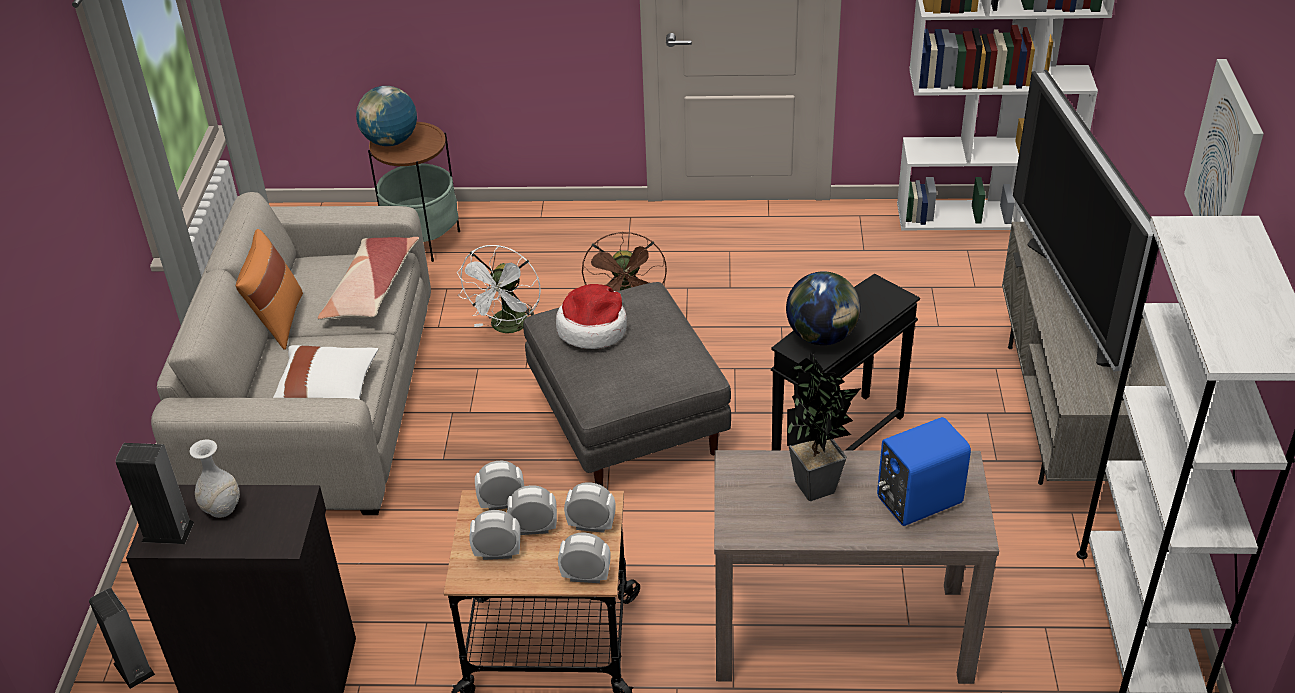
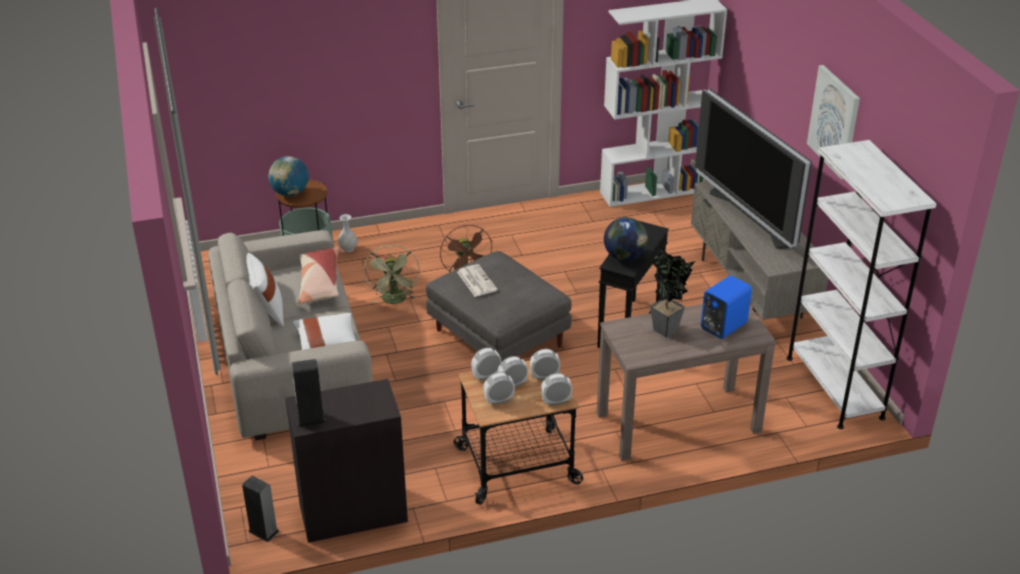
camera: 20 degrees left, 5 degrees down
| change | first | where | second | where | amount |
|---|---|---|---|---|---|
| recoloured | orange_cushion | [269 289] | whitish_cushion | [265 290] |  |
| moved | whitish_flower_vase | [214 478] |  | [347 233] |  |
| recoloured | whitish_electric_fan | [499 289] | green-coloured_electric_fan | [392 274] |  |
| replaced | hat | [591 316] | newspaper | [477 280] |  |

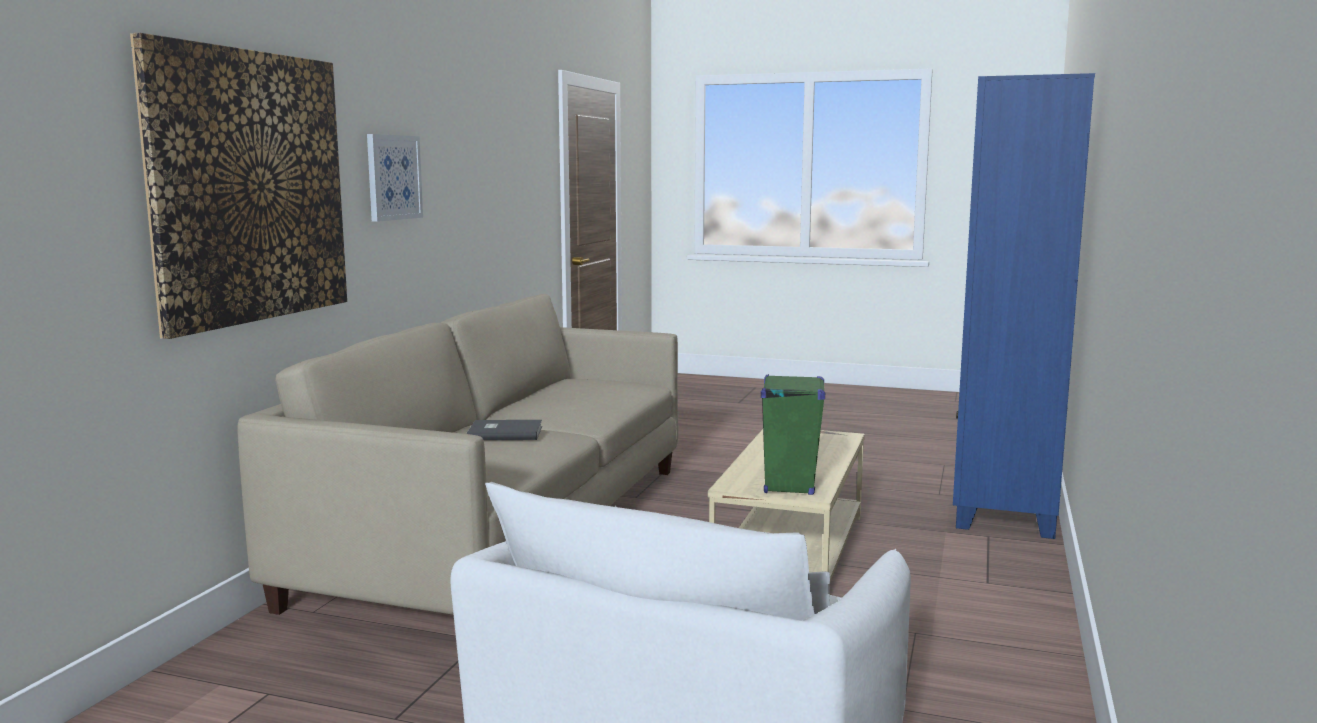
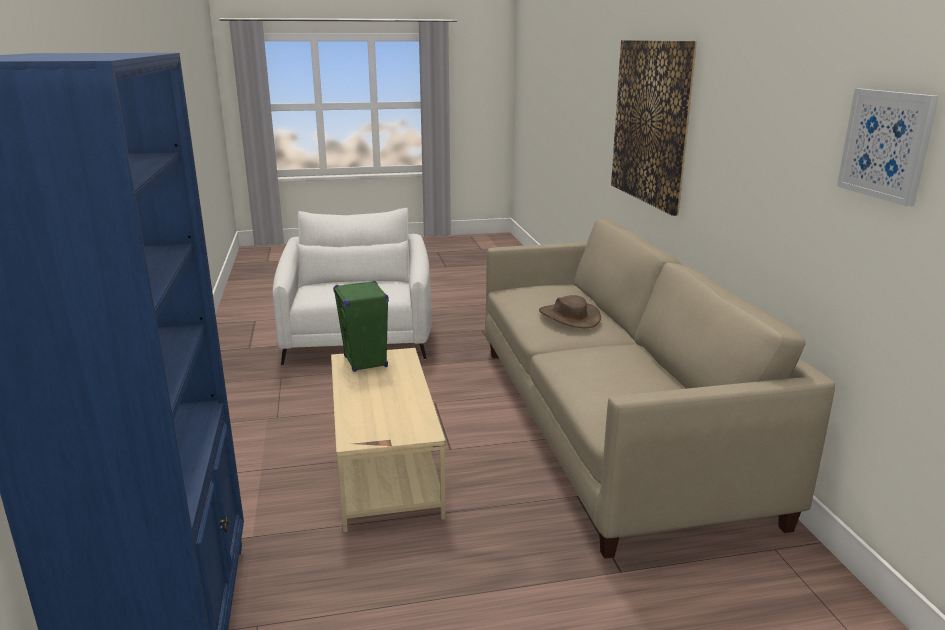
camera: 150 degrees right, 10 degrees up
| change | first | where | second | where | amount |
|---|---|---|---|---|---|
| replaced | gray_bound_book | [504 430] | brownish_hat | [570 311] |  |
| moved | wall_art | [395 178] |  | [888 148] |  |

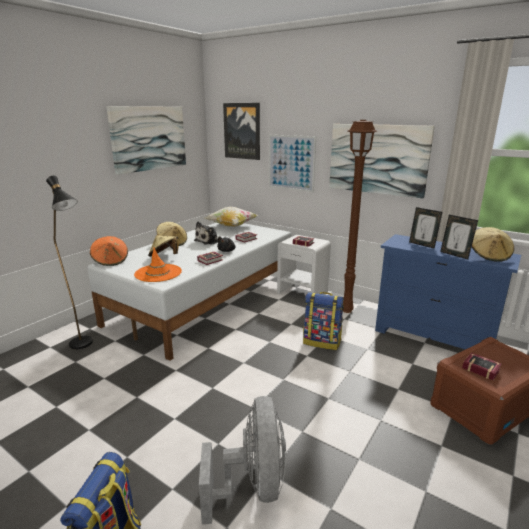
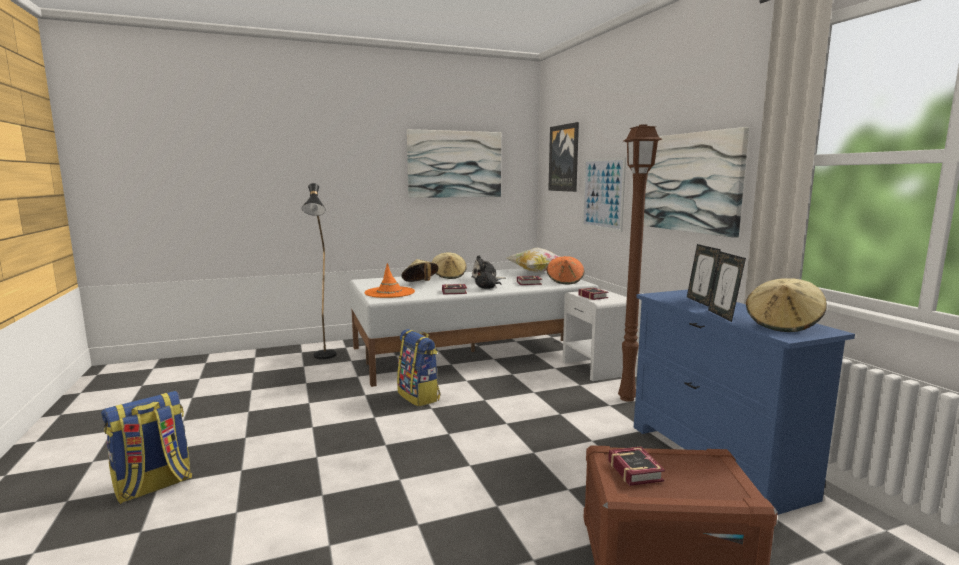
camera: 35 degrees right, 10 degrees down
| change | first | where | second | where | amount |
|---|---|---|---|---|---|
| moved | backpack | [323 321] |  | [419 368] |  |
| moved | orange_hat | [109 251] |  | [565 270] |  |
| removed | gray_electric_fan | [242 460] |  |  |  |

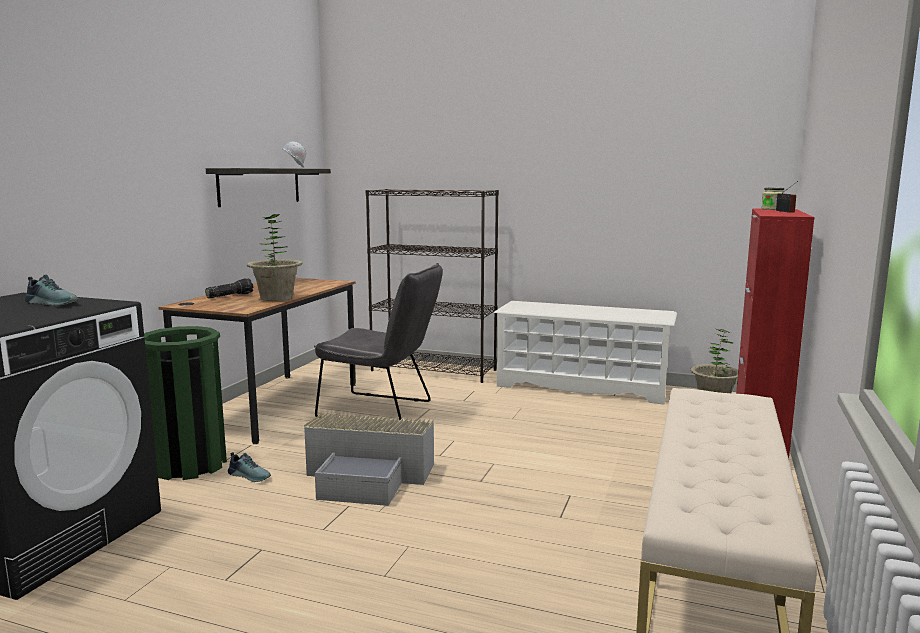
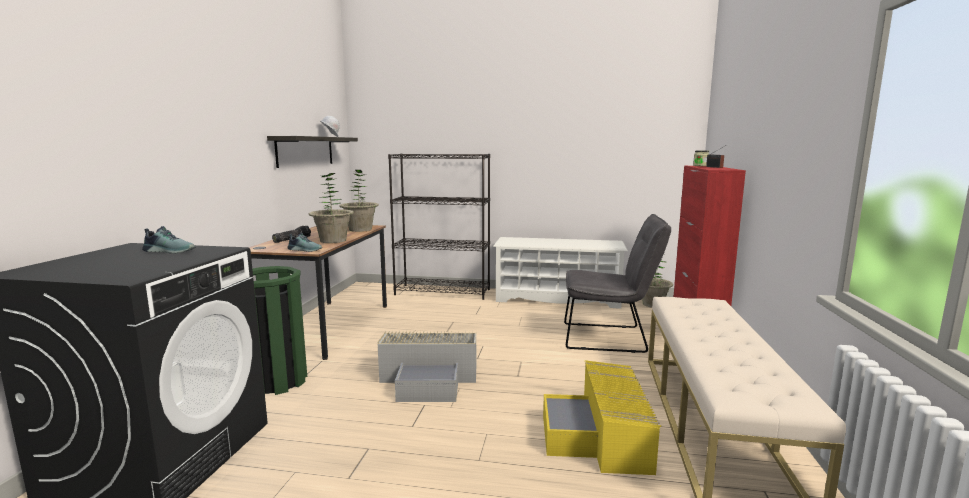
camera: 10 degrees left, 0 degrees up
| change | first | where | second | where | amount |
|---|---|---|---|---|---|
| moved | low_shoe | [249 467] |  | [304 242] |  |
| added |  |  | houseplant | [359 201] |  |
| added |  |  | yellow_storage_container | [602 417] |  |
| moved | gray_plain_chair | [378 341] |  | [617 283] |  |

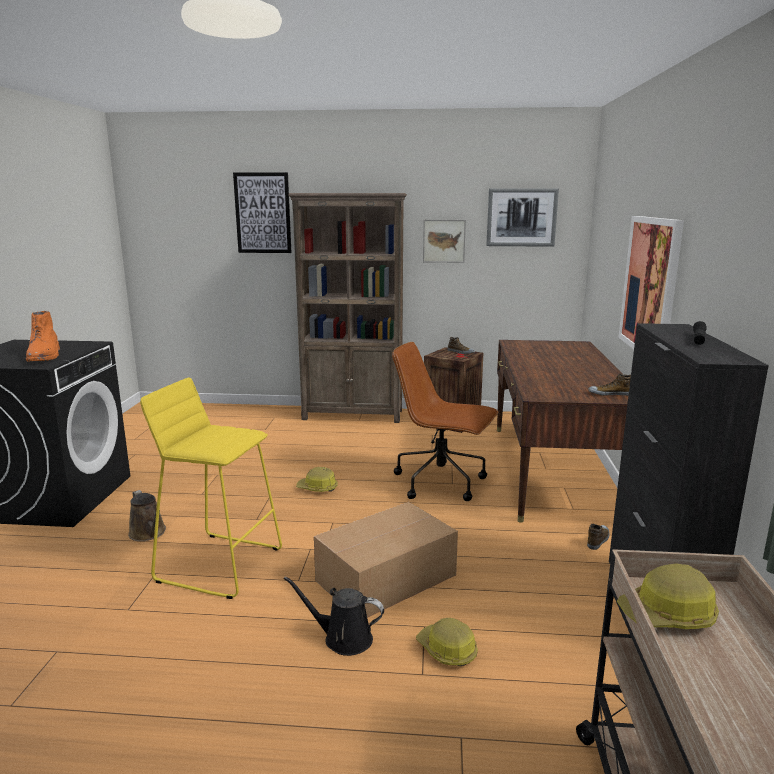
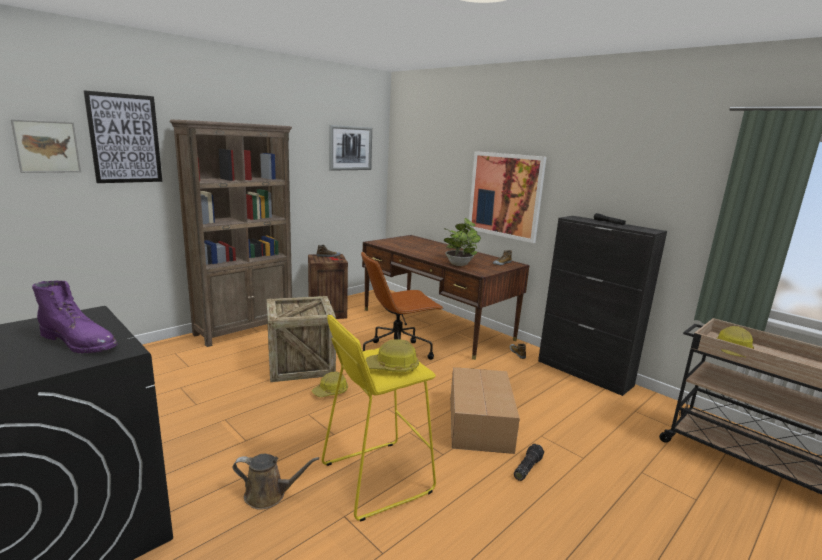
camera: 50 degrees left, 0 degrees up
| change | first | where | second | where | amount |
|---|---|---|---|---|---|
| moved | wall_art | [444 241] |  | [46 146] |  |
| recoloured | orange_high-top_boot | [43 336] | purplish_high-top_boot | [75 317] |  |
| added |  |  | packing_crate | [301 339] |  |
| moved | safety_helmet | [447 642] |  | [392 355] |  |
| added |  |  | houseplant | [462 242] |  |
| replaced | blackish_watering_can | [334 616] | torch | [529 462] |  |

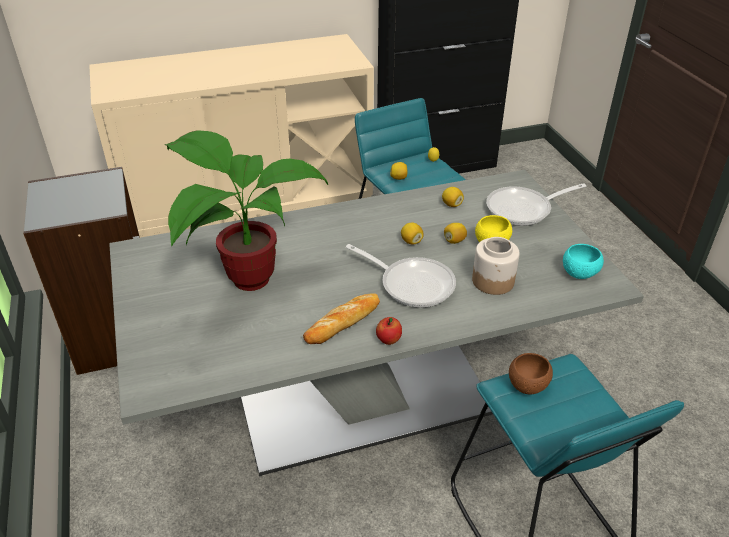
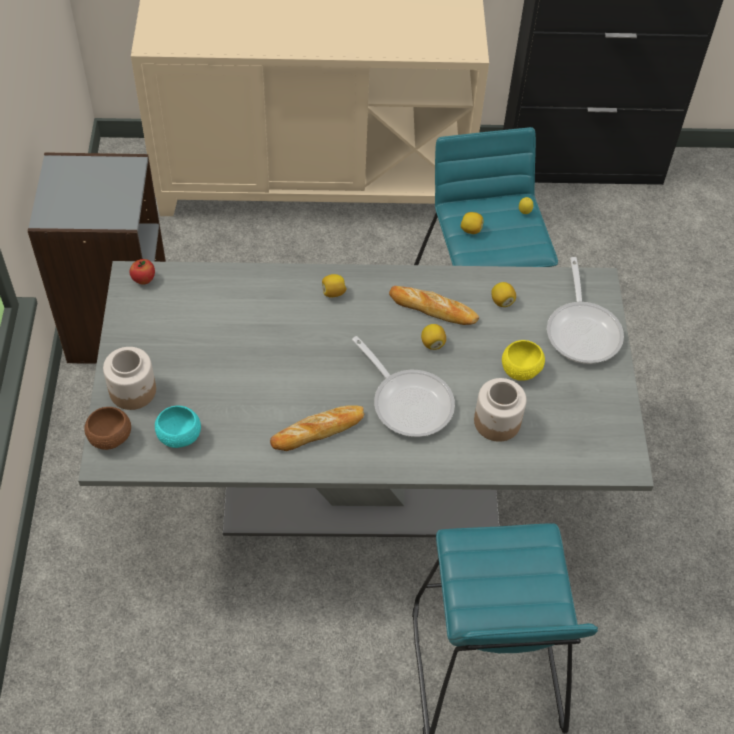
camera: 15 degrees right, 15 degrees up
| change | first | where | second | where | amount |
|---|---|---|---|---|---|
| moved | brownish_deep_dish | [531 373] |  | [107 428] |  |
| added |  |  | preserve_jar | [129 378] |  |
| moved | apple | [389 331] |  | [142 272] |  |
| moved | turquoise-coloured_deep_dish | [583 261] |  | [178 427] |  |
| moved | lemon | [455 233] |  | [334 285] |  |
| added |  |  | baked_bread | [434 305] |  |
| turned | skillet | [536 204] |  | [585 310] | 90 degrees counterclockwise |
| removed | houseplant | [246 210] |  |  |  |

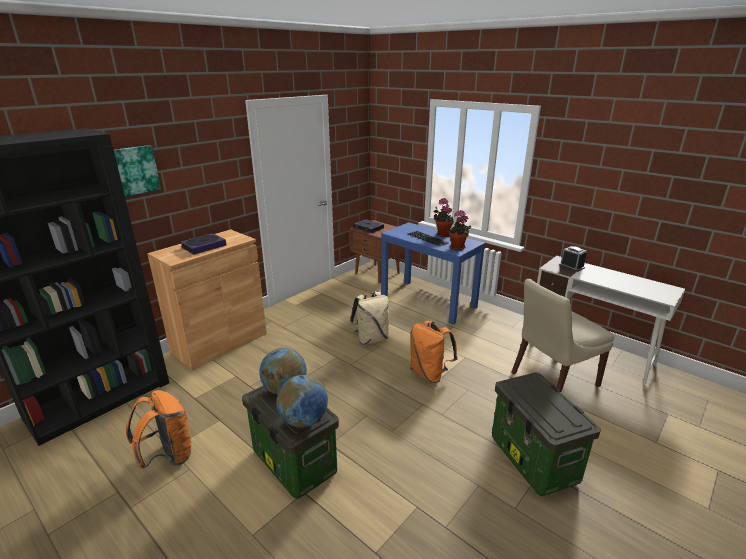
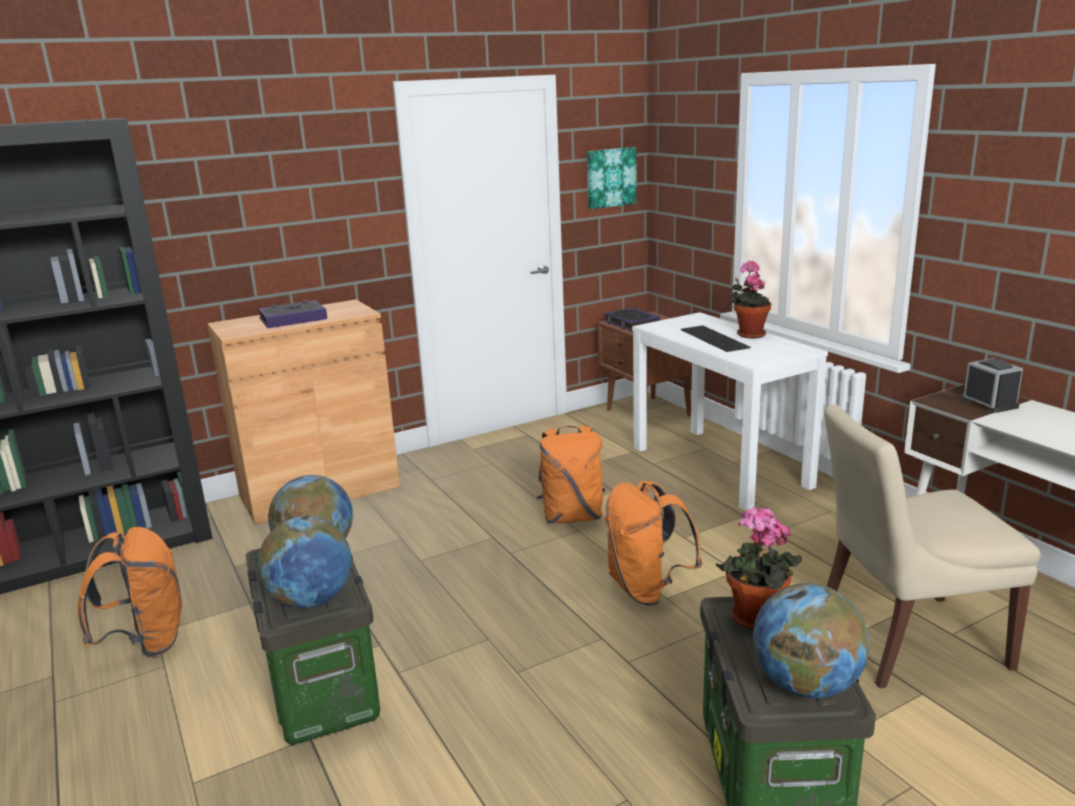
camera: 20 degrees right, 5 degrees down
| change | first | where | second | where | amount |
|---|---|---|---|---|---|
| recoloured | beige-coloured_backpack | [369 318] | orange_backpack | [571 474] |  |
| moved | wall_art | [137 170] |  | [612 178] |  |
| recoloured | blue-coloured_hall_table | [433 273] | whitish_hall_table | [730 411] |  |
| moved | houseplant | [458 230] |  | [759 568] |  |
| added |  |  | world_globe | [811 640] |  |

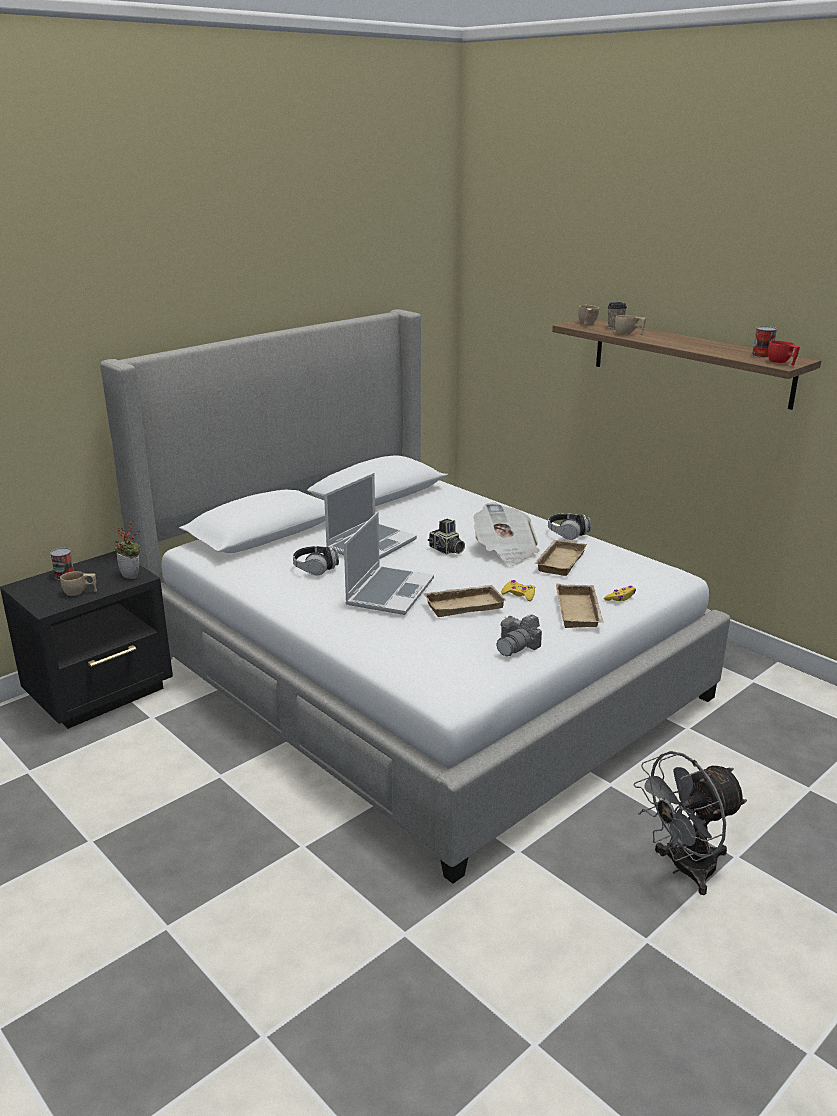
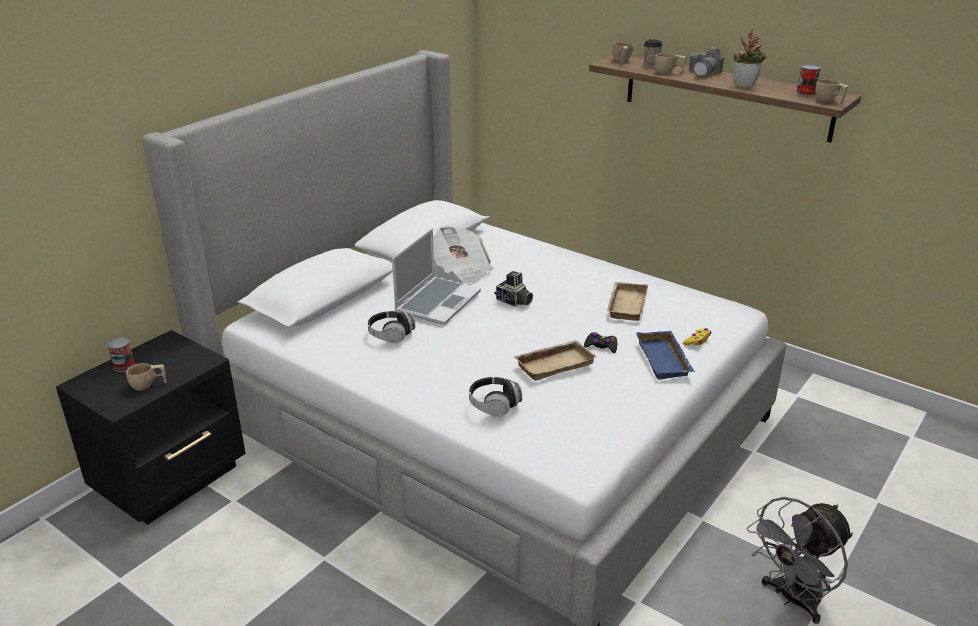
camera: 10 degrees left, 5 degrees up
| change | first | where | second | where | amount |
|---|---|---|---|---|---|
| moved | newspaper | [506 534] |  | [463 255] |  |
| moved | pair_of_headphones | [569 526] |  | [495 397] |  |
| recoloured | yellow_joypad | [518 590] | blackish_joypad | [600 342] |  |
| recoloured | beige-coloured_tray | [580 606] | blue-coloured_tray | [665 355] |  |
| moved | still_camera | [519 635] |  | [706 61] |  |
| moved | houseplant | [127 550] |  | [750 58] |  |
| recoloured | red-coloured_drinking_cup | [784 353] | beige-coloured_drinking_cup | [831 91] |  |
| removed | portable_computer | [389 563] |  |  |  |

